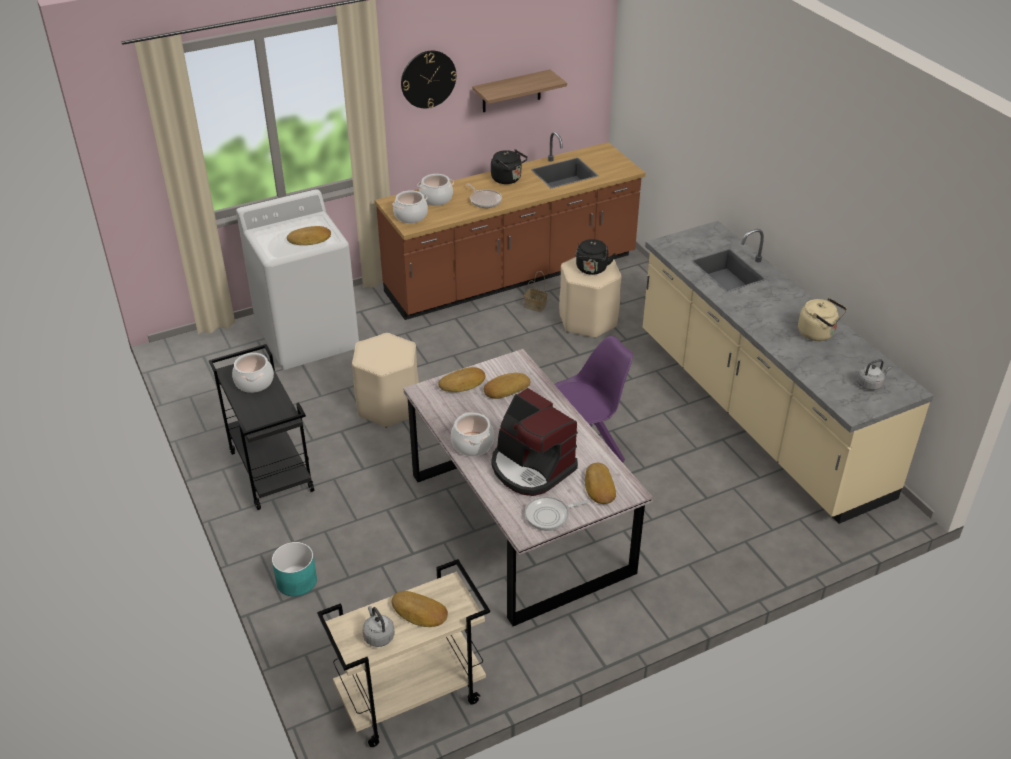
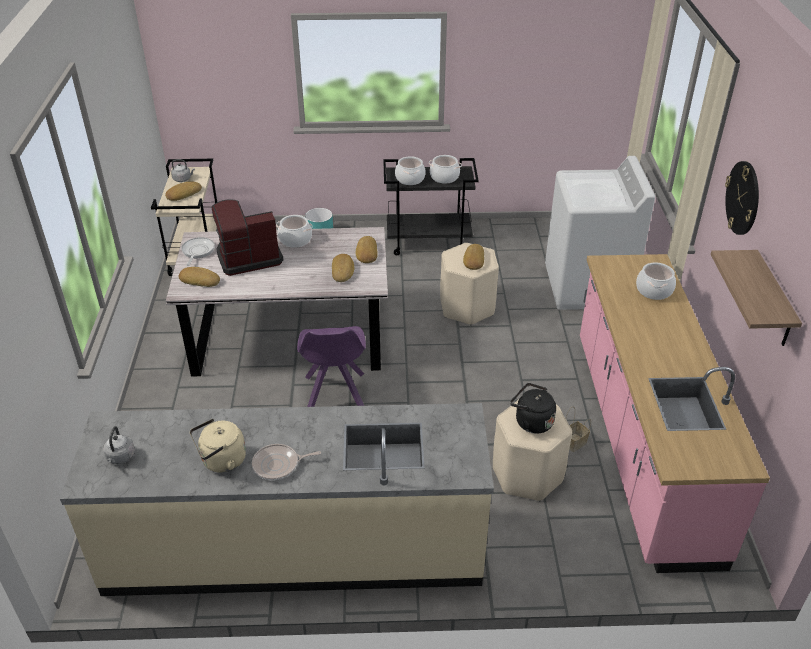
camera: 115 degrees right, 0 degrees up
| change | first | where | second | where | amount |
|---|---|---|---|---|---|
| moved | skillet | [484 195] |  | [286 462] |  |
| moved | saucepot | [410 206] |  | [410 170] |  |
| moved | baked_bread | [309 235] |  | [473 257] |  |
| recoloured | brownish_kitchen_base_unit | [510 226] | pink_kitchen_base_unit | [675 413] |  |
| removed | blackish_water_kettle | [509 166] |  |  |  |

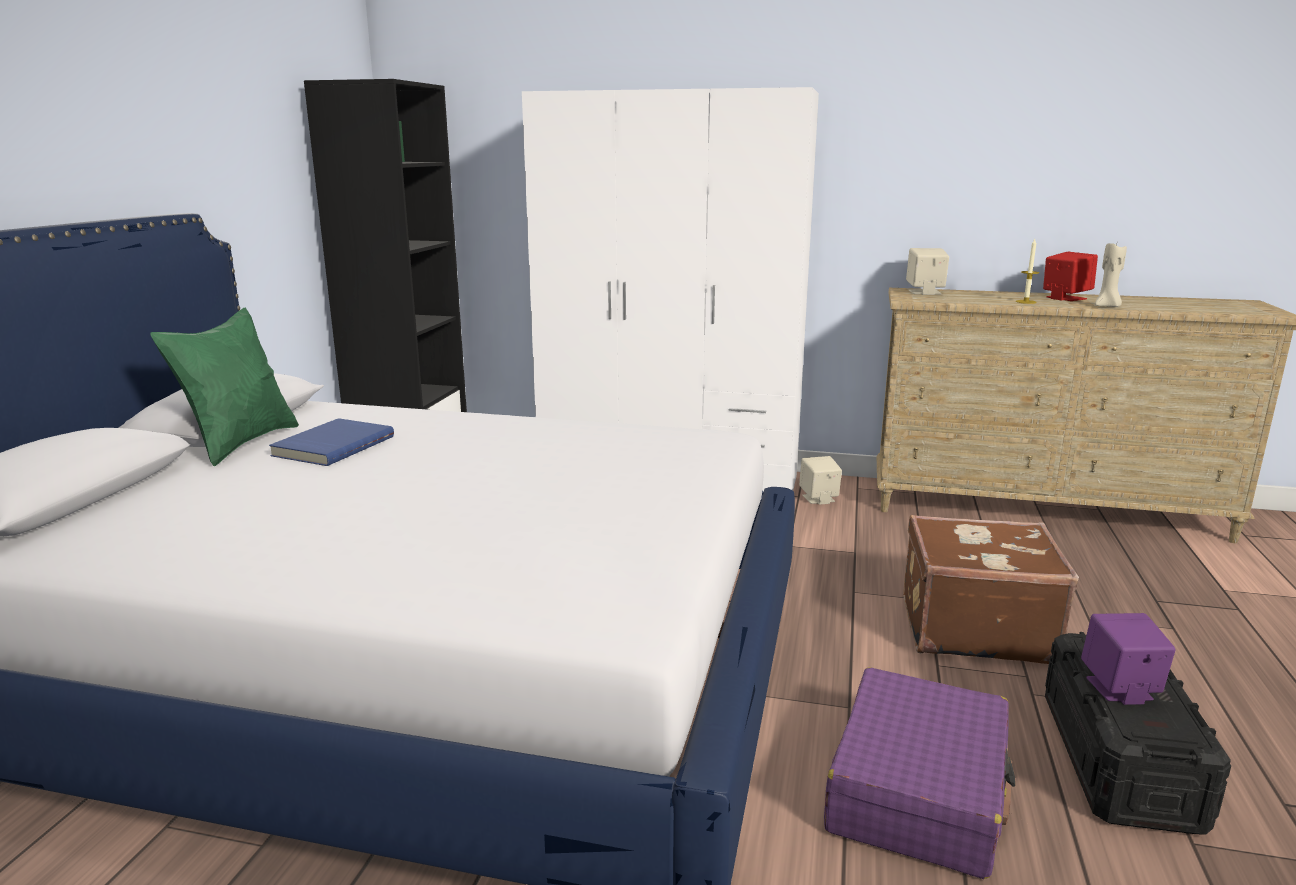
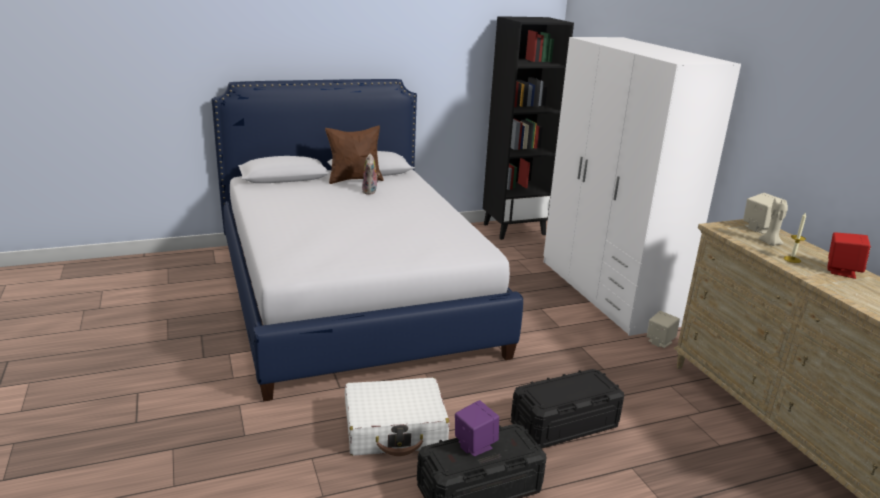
camera: 55 degrees right, 5 degrees up
| change | first | where | second | where | amount |
|---|---|---|---|---|---|
| recoloured | green-coloured_cushion | [224 387] | brownish_cushion | [354 154] |  |
| recoloured | purplish_travel_case | [920 773] | whitish_travel_case | [397 417] |  |
| replaced | blue-coloured_bound_book | [331 442] | cuddly_toy | [371 174] |  |
| replaced | brownish_travel_case | [991 589] | blackish_storage_container | [567 409] |  |
| moved | beige-coloured_candle | [1111 275] |  | [773 222] |  |

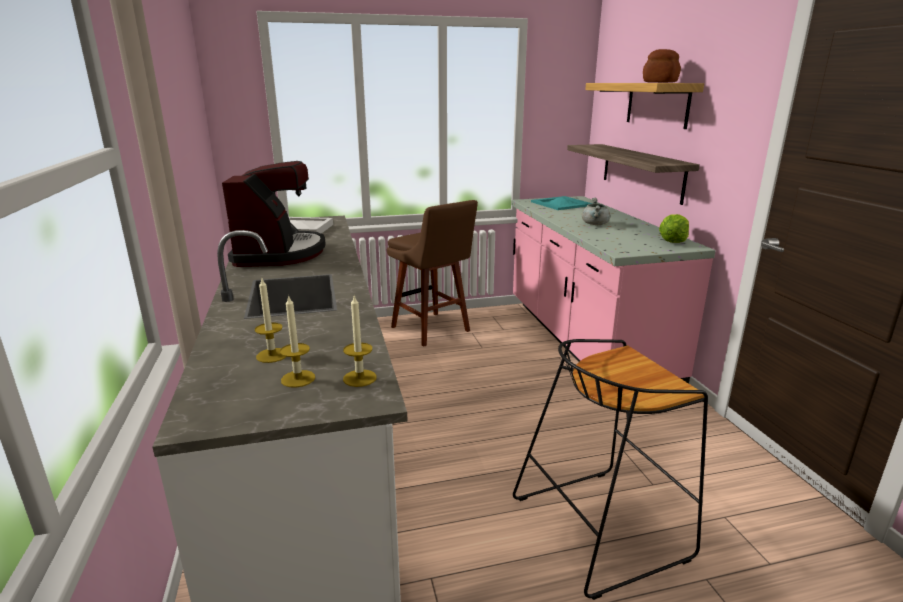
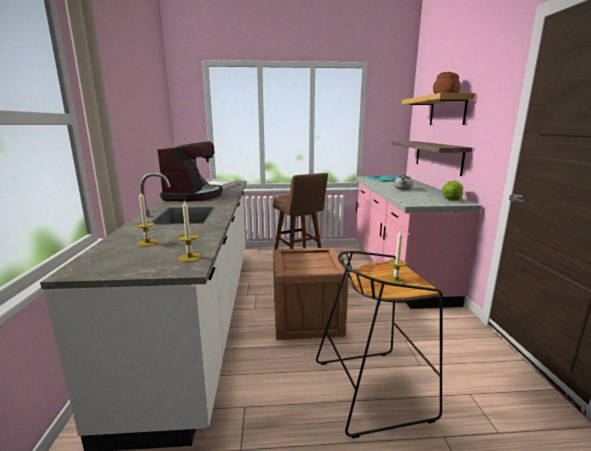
camera: 10 degrees right, 5 degrees down
| change | first | where | second | where | amount |
|---|---|---|---|---|---|
| added |  |  | packing_crate | [311 294] |  |
| moved | candle | [297 341] |  | [396 257] |  |

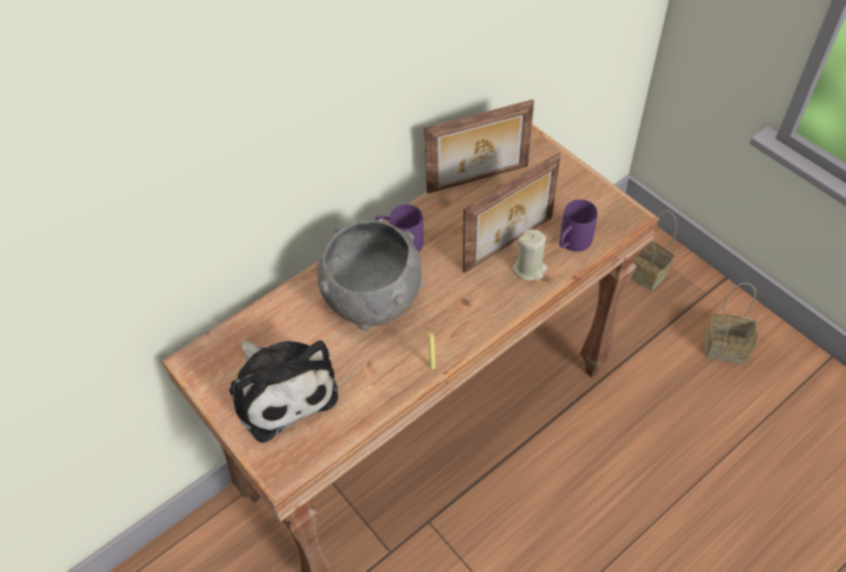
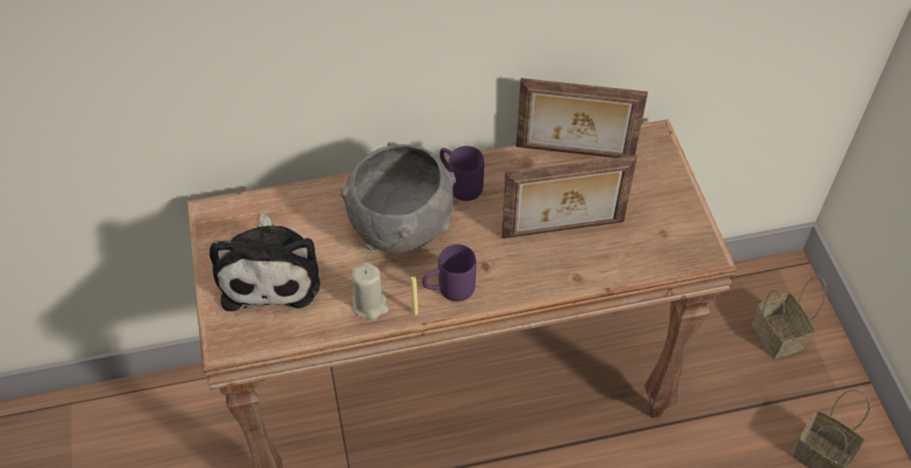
camera: 25 degrees right, 0 degrees up
| change | first | where | second | where | amount |
|---|---|---|---|---|---|
| moved | beige-coloured_candle | [530 255] |  | [370 291] |  |
| moved | purplish_tea_mug | [578 225] |  | [449 273] |  |

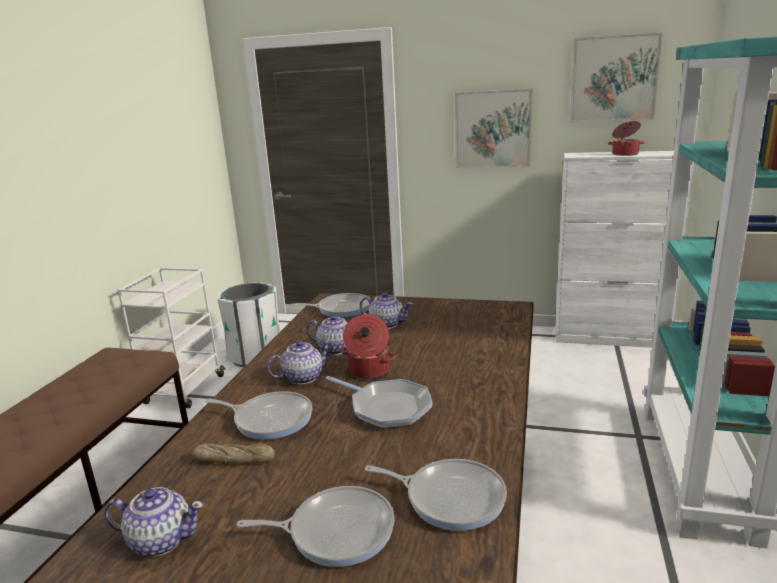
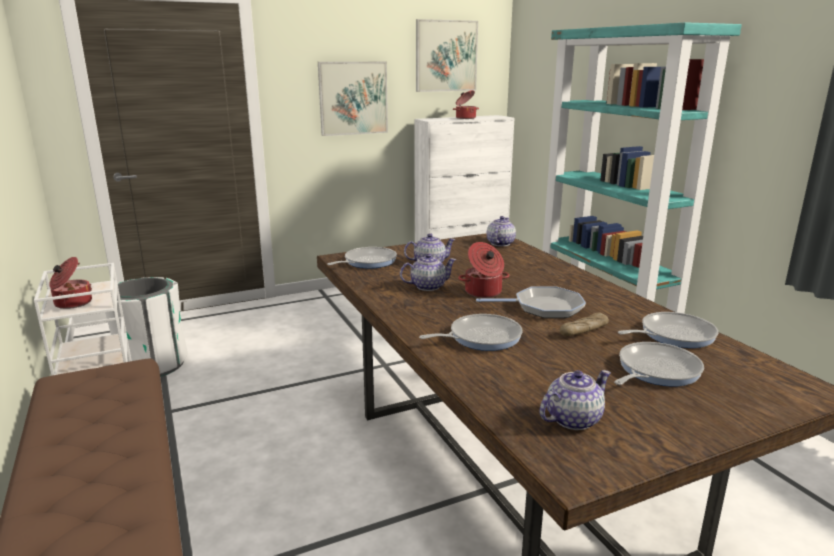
camera: 40 degrees left, 0 degrees up
| change | first | where | second | where | amount |
|---|---|---|---|---|---|
| added |  |  | saucepot | [70 283] |  |
| moved | teapot | [300 363] |  | [501 231] |  |
| moved | baked_bread | [233 453] |  | [584 324] |  |

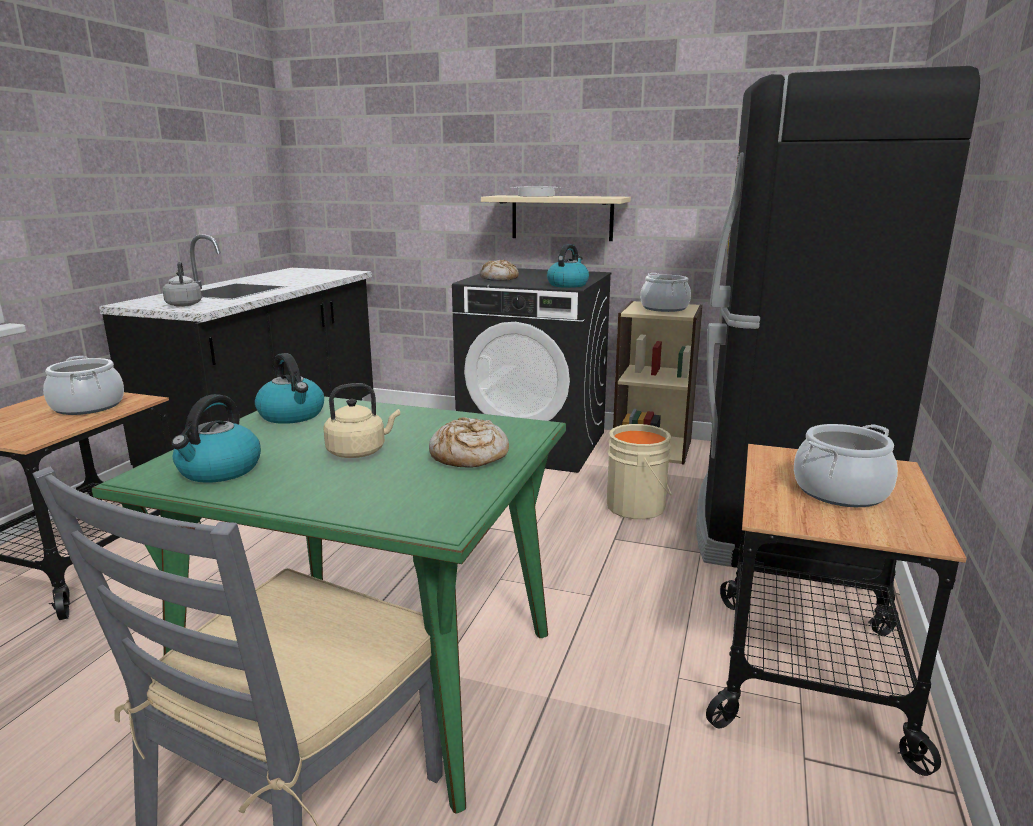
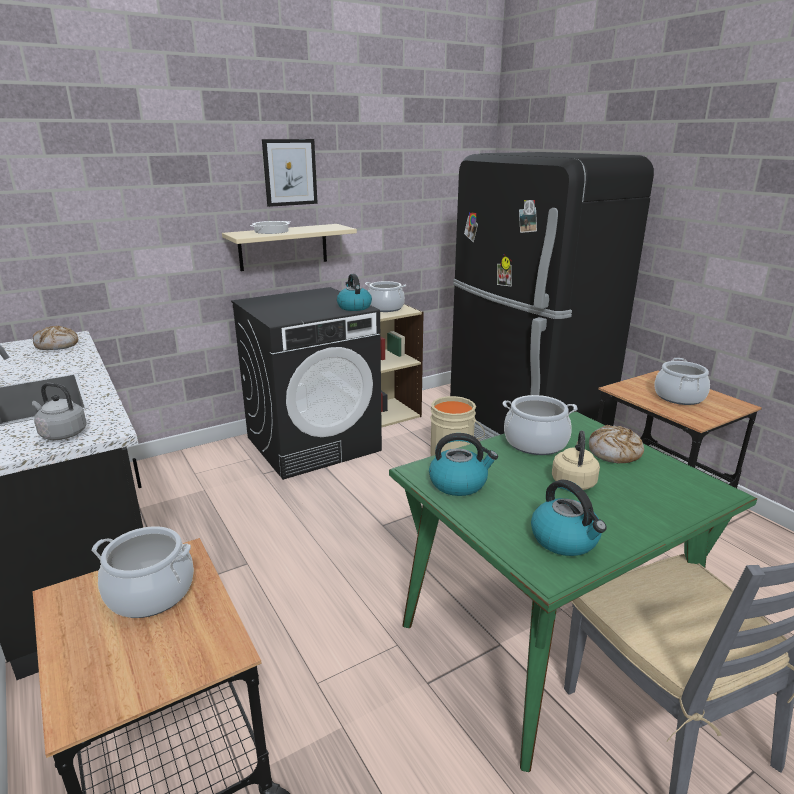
camera: 50 degrees left, 5 degrees up
| change | first | where | second | where | amount |
|---|---|---|---|---|---|
| moved | baked_bread | [499 270] |  | [55 338] |  |
| added |  |  | wall_art | [290 173] |  |
| added |  |  | saucepot | [540 425] |  |

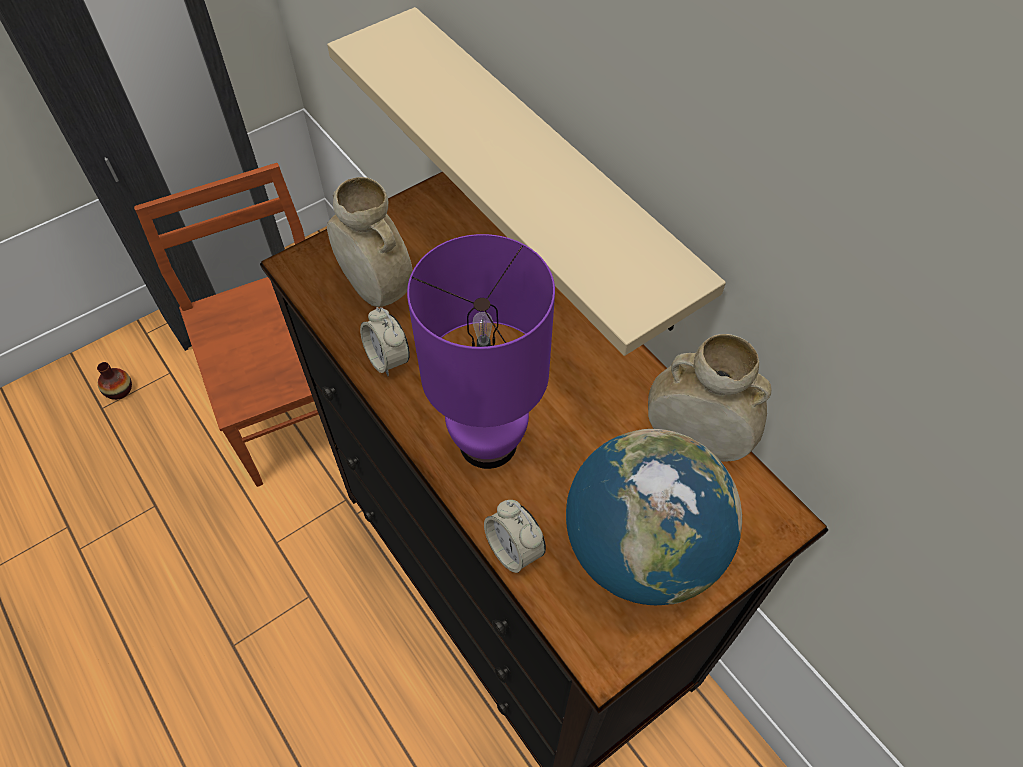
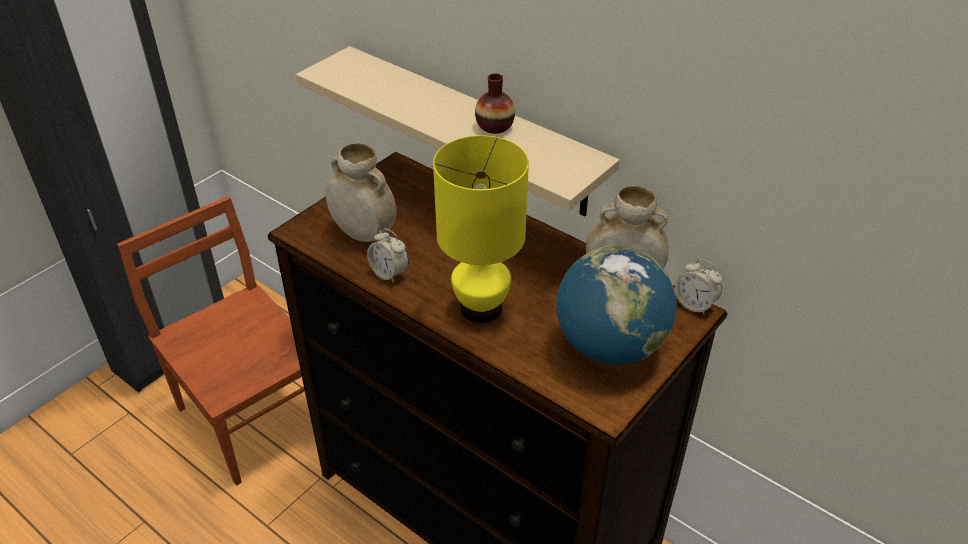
camera: 15 degrees left, 15 degrees down
| change | first | where | second | where | amount |
|---|---|---|---|---|---|
| recoloured | purplish_lamp_for_a_table | [481 351] | yellow_lamp_for_a_table | [481 229] |  |
| moved | flower_vase | [114 381] |  | [495 103] |  |
| moved | bedside_clock | [515 536] |  | [698 287] |  |

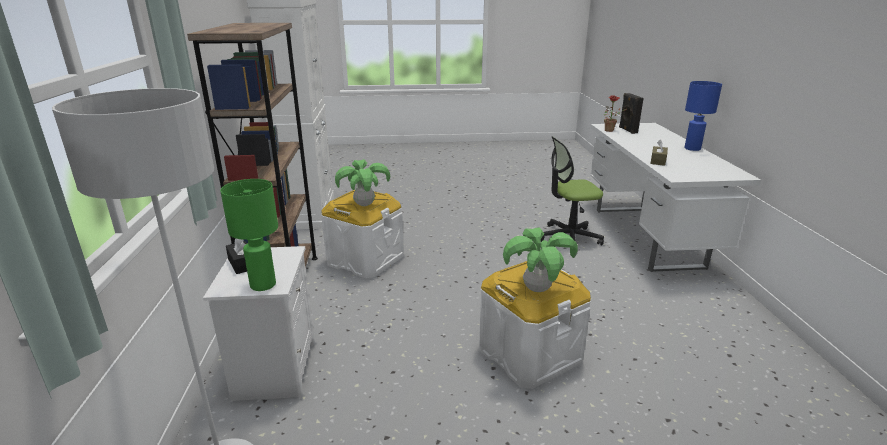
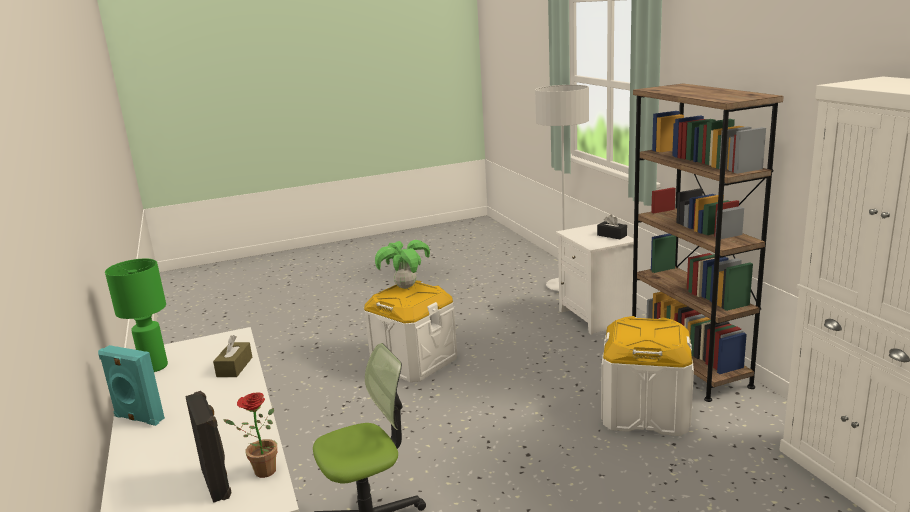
camera: 165 degrees right, 5 degrees down
| change | first | where | second | where | amount |
|---|---|---|---|---|---|
| replaced | blue-coloured_lamp_for_a_table | [703 116] | turquoise-coloured_audio_speaker | [131 385] |  |
| moved | green-coloured_lamp_for_a_table | [249 235] |  | [136 315] |  |
| removed | houseplant | [362 182] |  |  |  |

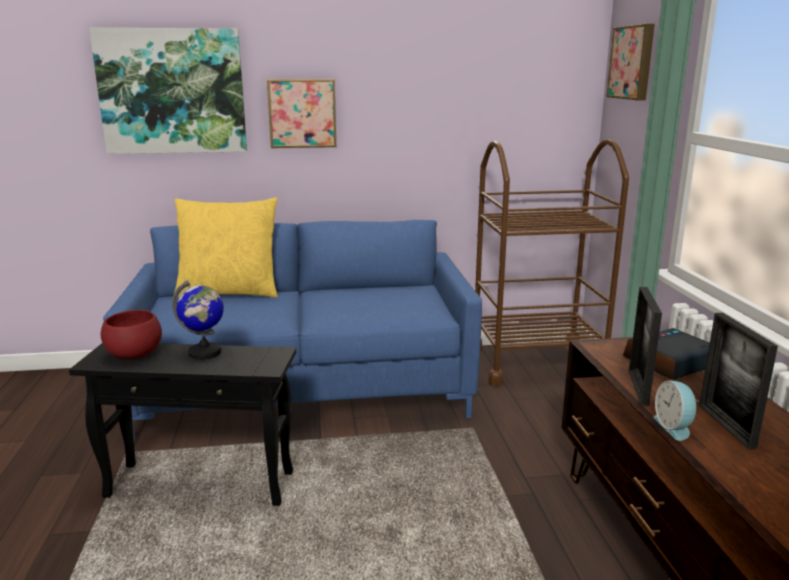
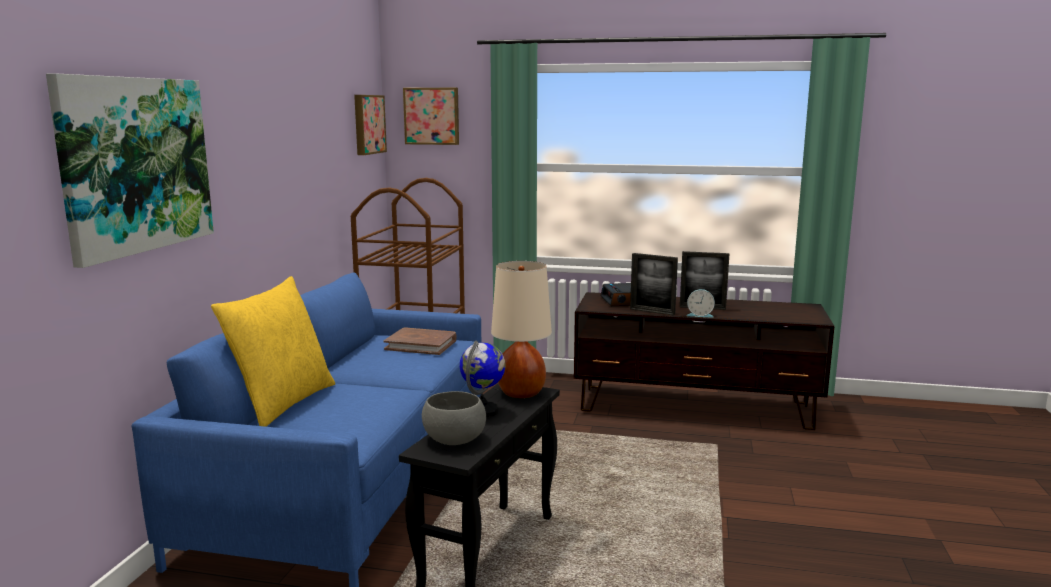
camera: 70 degrees left, 5 degrees down
| change | first | where | second | where | amount |
|---|---|---|---|---|---|
| moved | wall_art | [301 113] |  | [370 125] |  |
| added |  |  | brownish_bound_book | [420 341] |  |
| recoloured | red-coloured_deep_dish | [131 334] | gray_deep_dish | [454 418] |  |
| added |  |  | beige-coloured_lamp_for_a_table | [521 329] |  |

